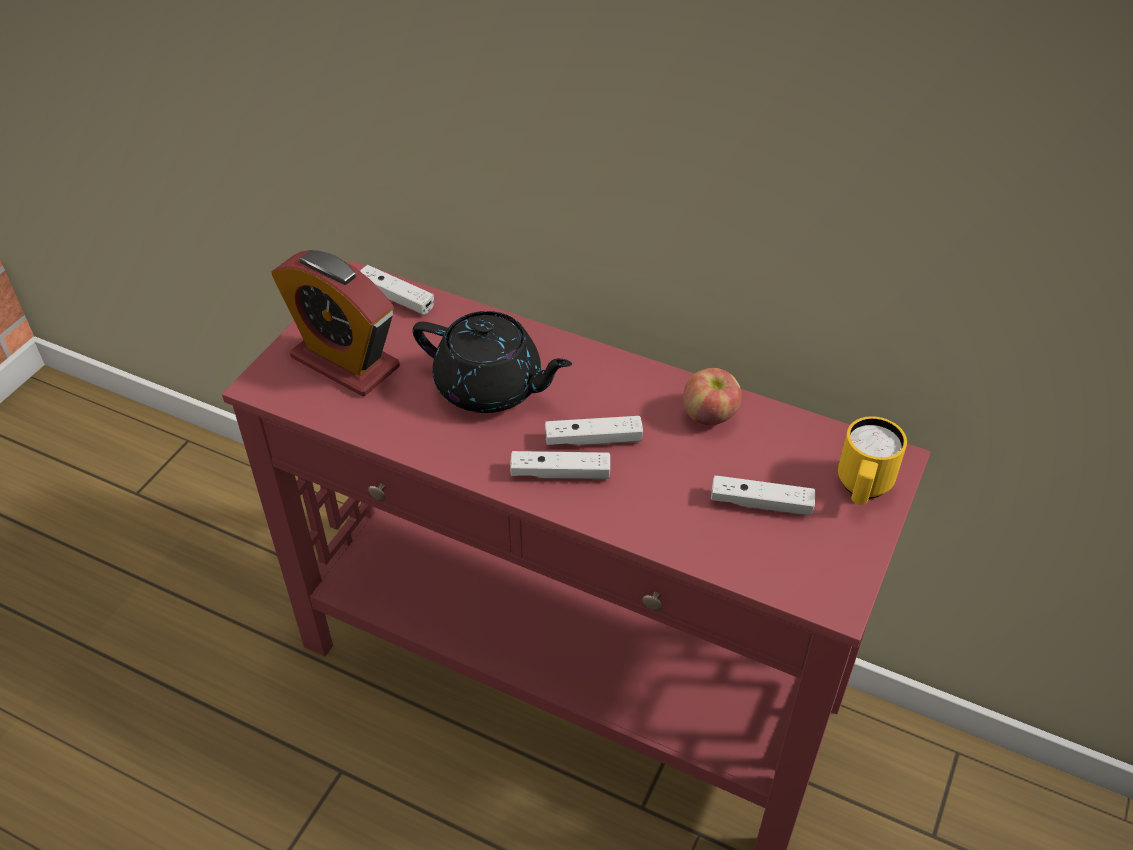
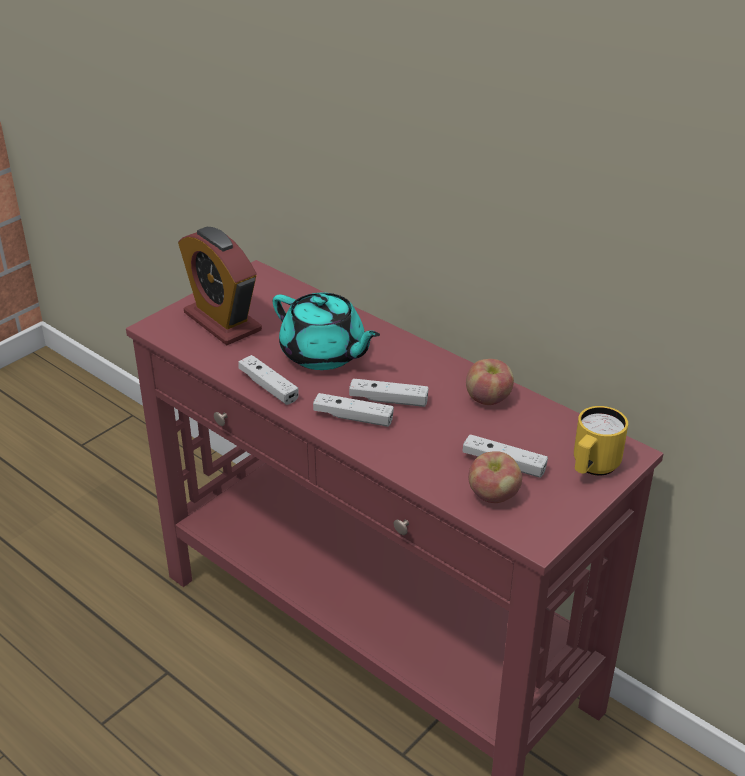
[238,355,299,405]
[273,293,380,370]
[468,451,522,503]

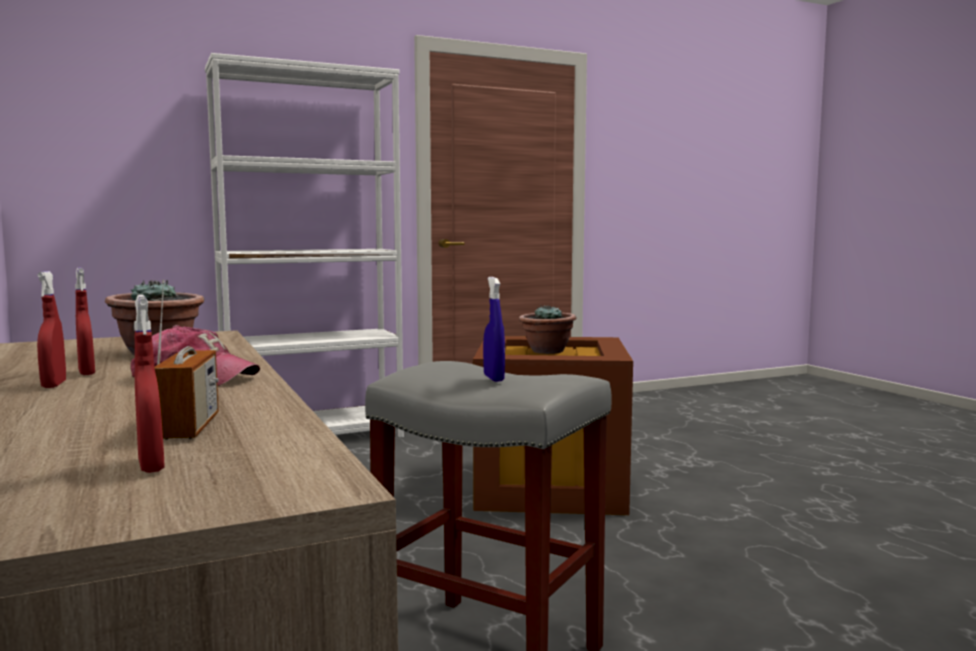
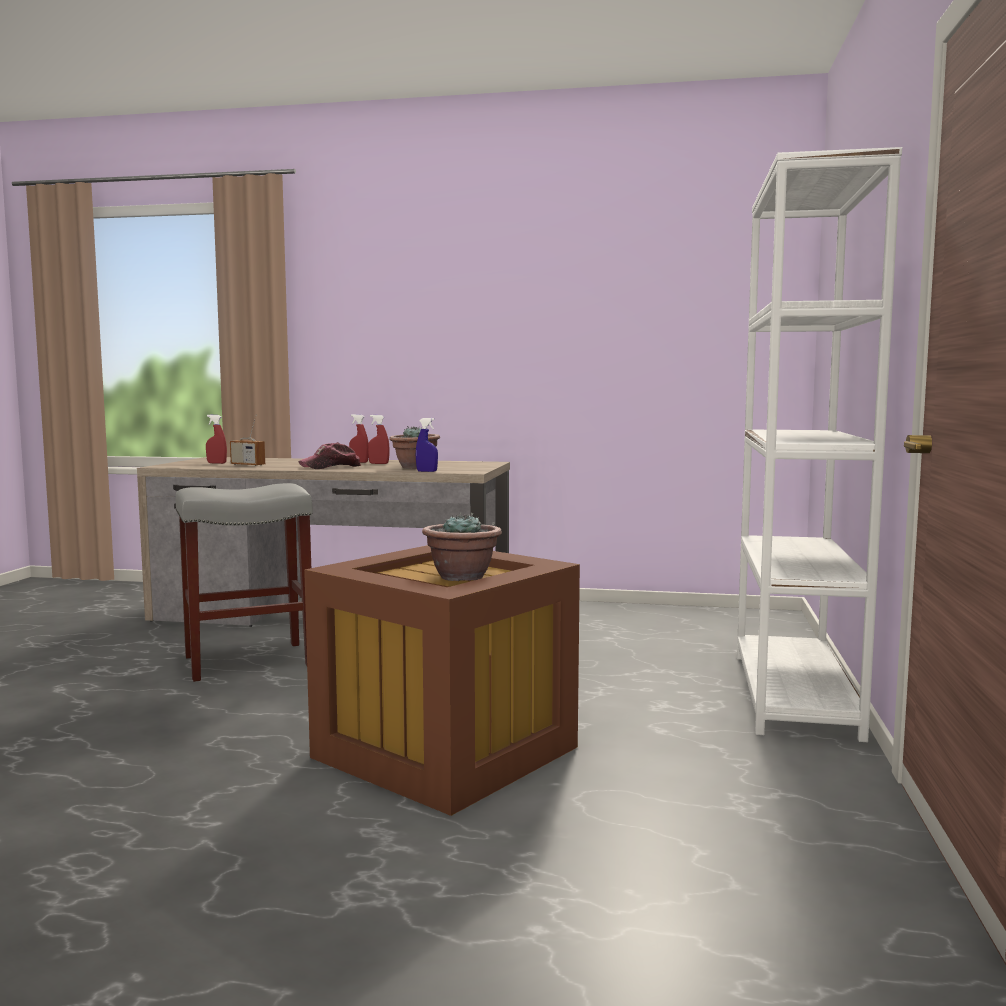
[416,418,438,472]

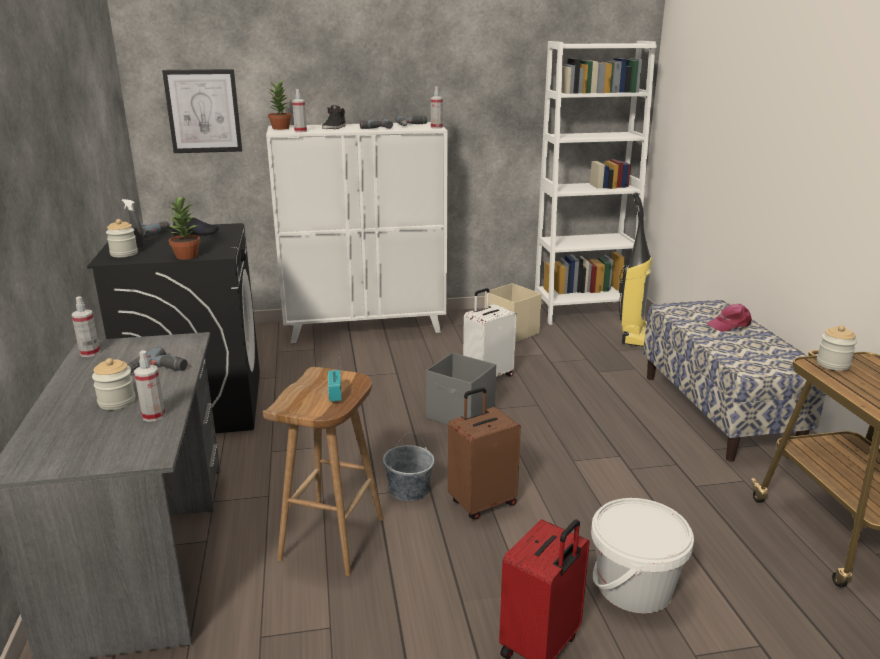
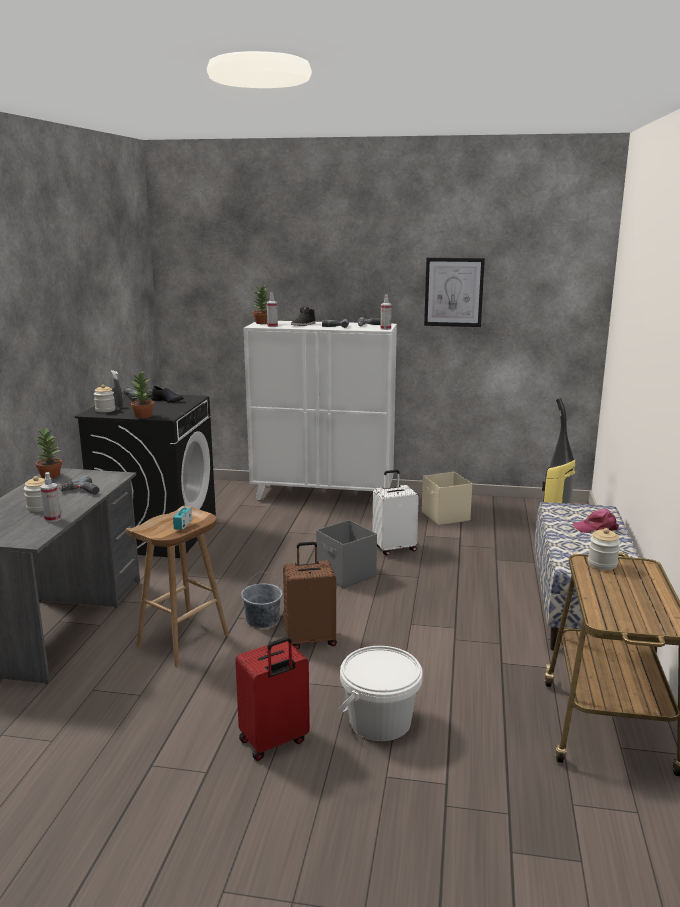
[535,41,657,325] (first image)
[424,258,485,327]
[35,427,62,479]

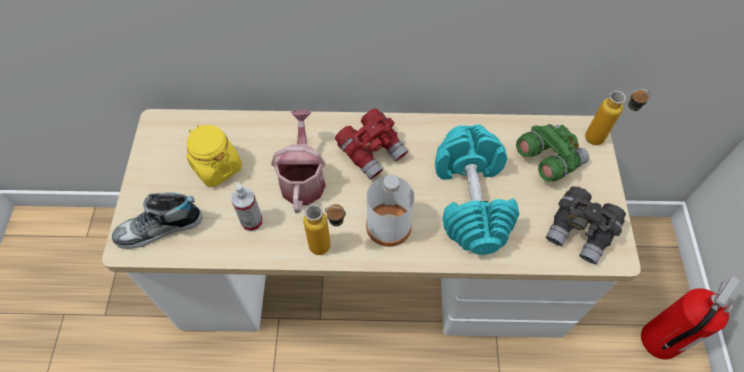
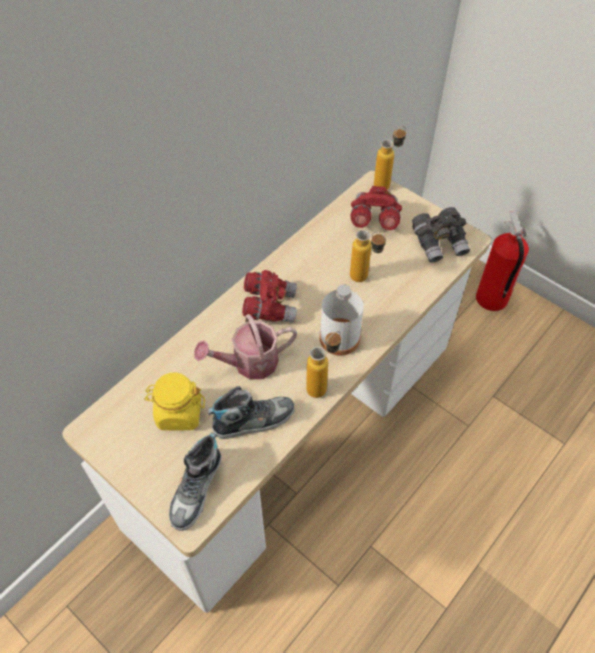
[194,314,297,379]
[350,230,386,282]
[350,186,402,230]
[208,386,295,439]

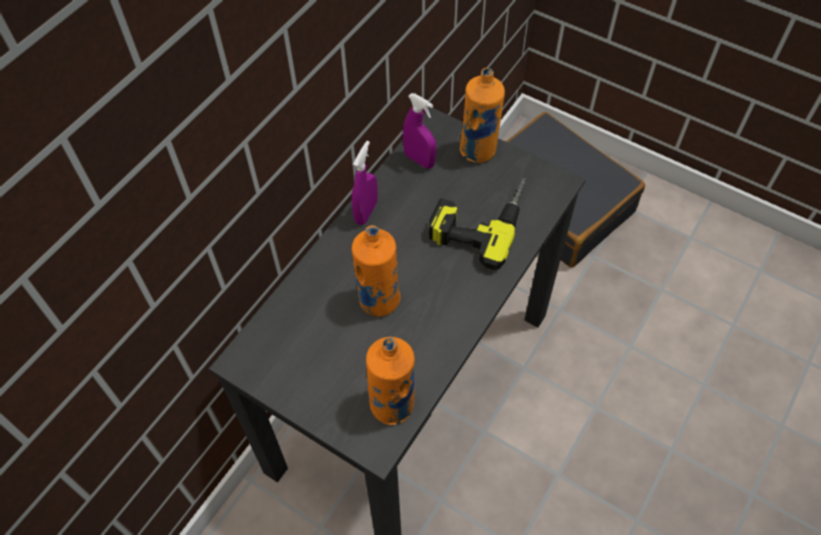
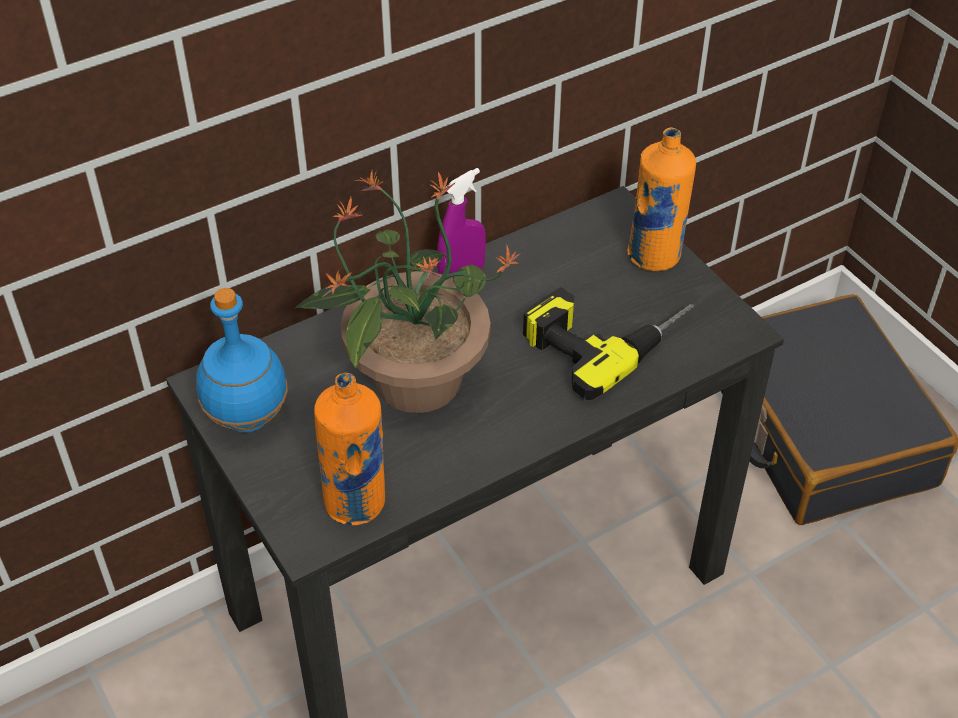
[403,93,437,168] (first image)
[295,171,520,413]
[196,288,288,433]

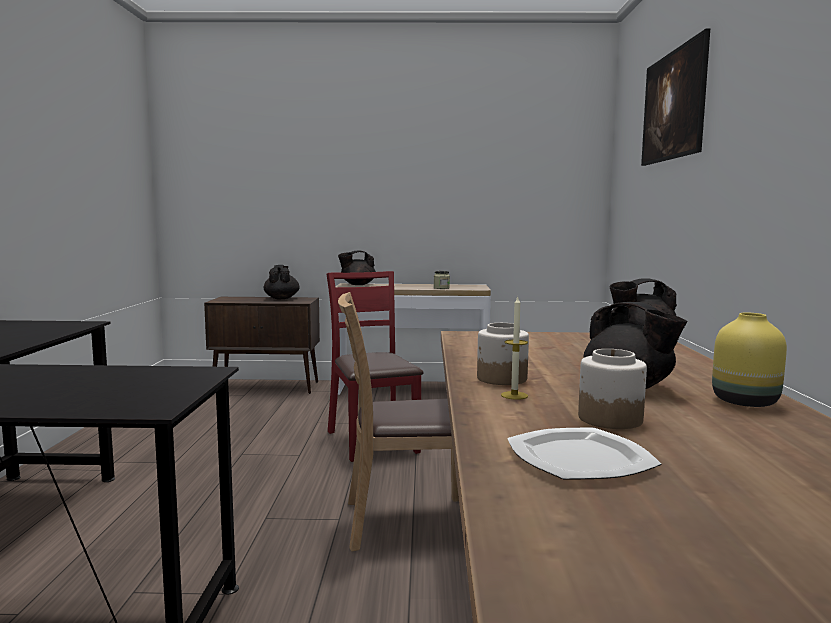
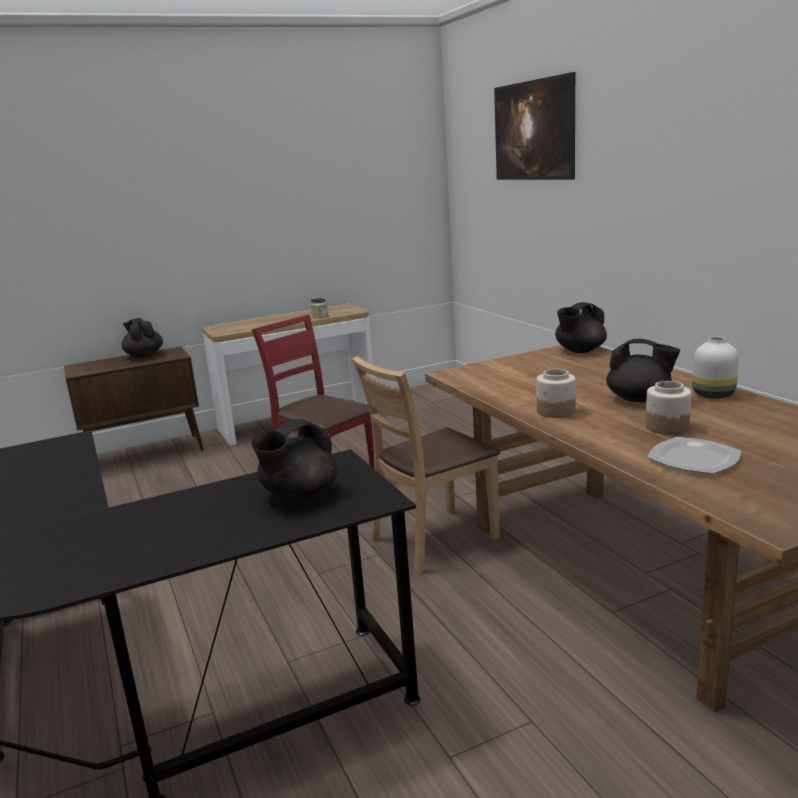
[251,419,338,501]
[501,296,528,400] (first image)
[692,337,739,399]

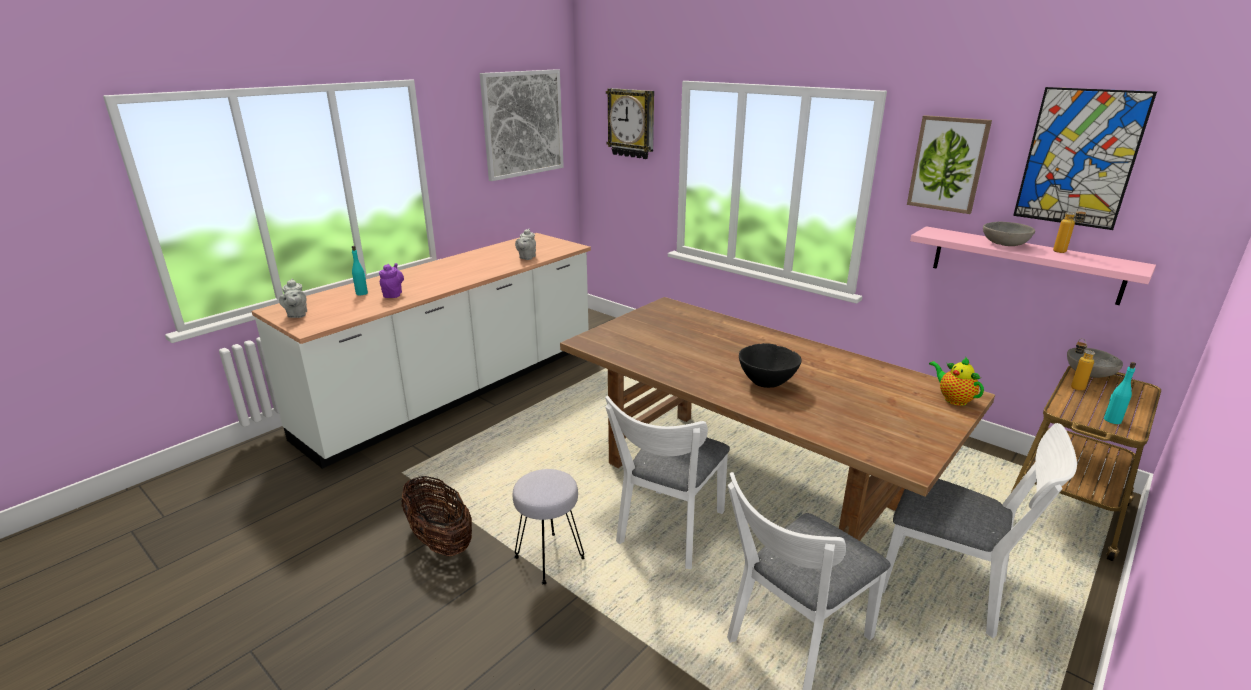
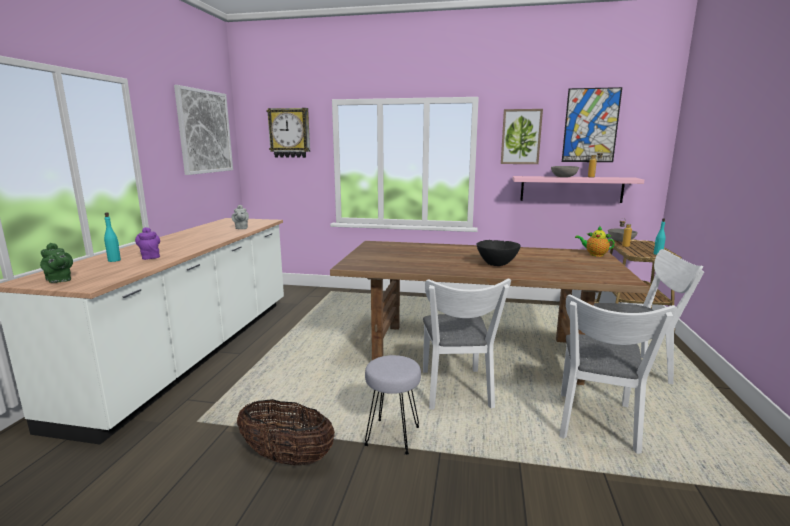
[40,243,73,283]

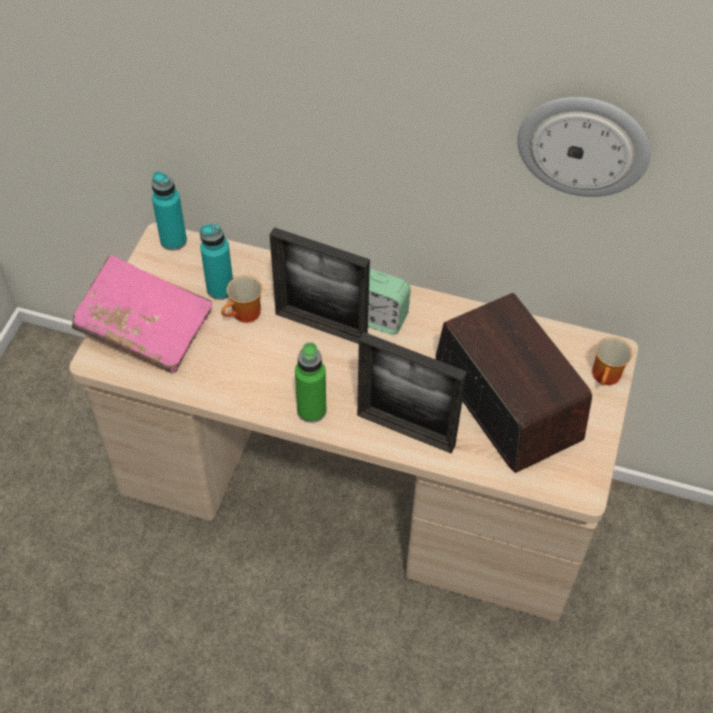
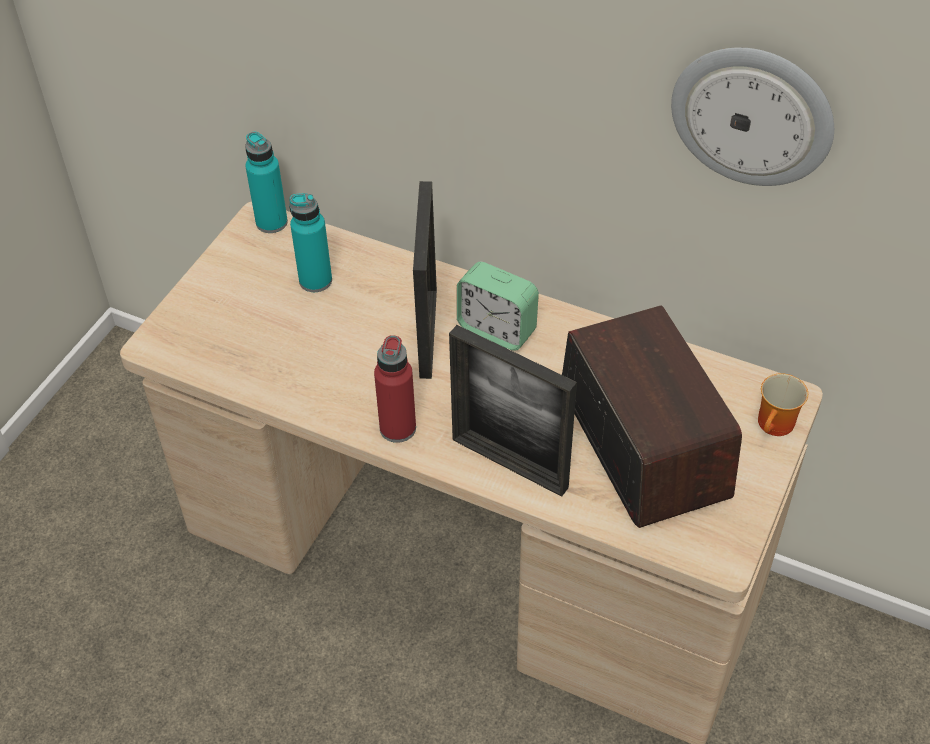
[413,181,437,379]
[72,255,212,373] (first image)
[221,275,262,323] (first image)
[374,335,416,443]

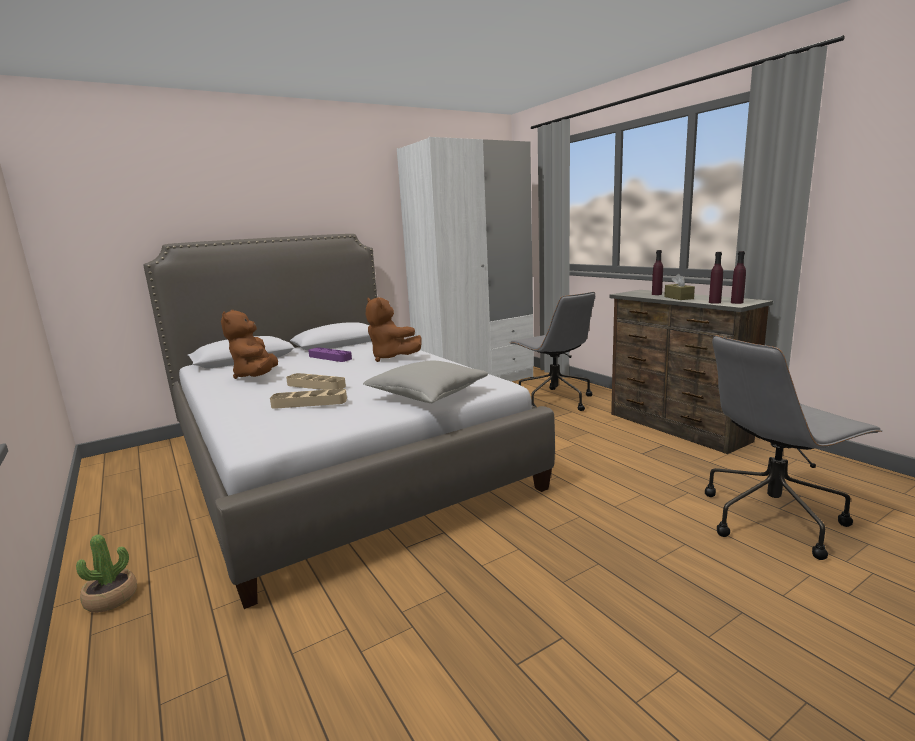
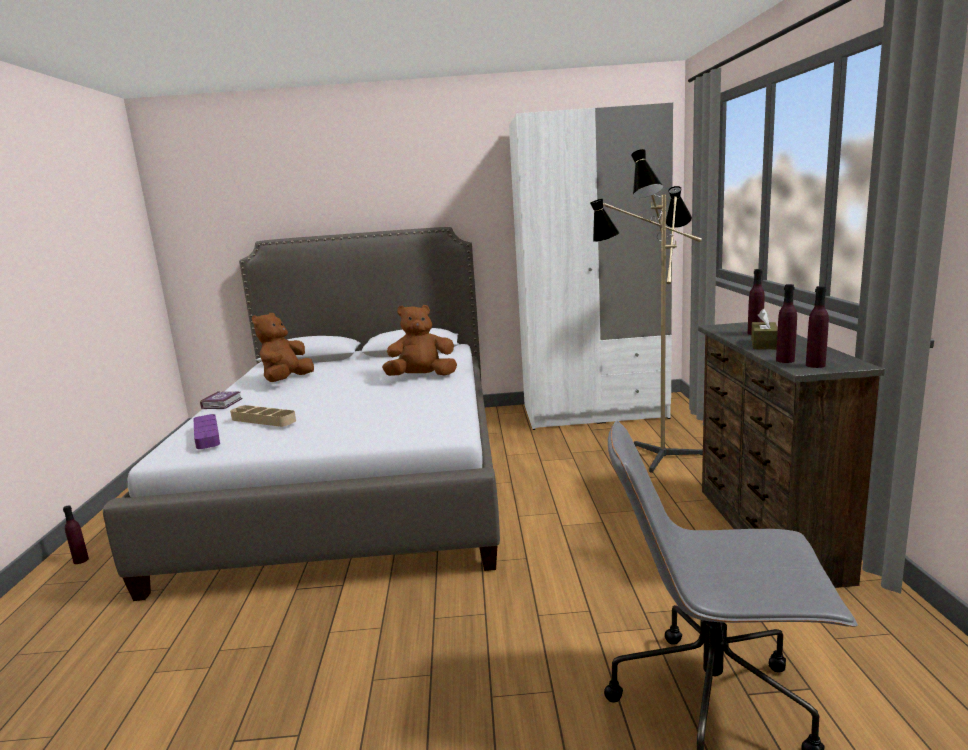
[590,149,703,473]
[382,305,457,376]
[194,414,220,449]
[363,361,488,403] (first image)
[286,373,346,390] (first image)
[63,505,89,564]
[200,391,243,409]

